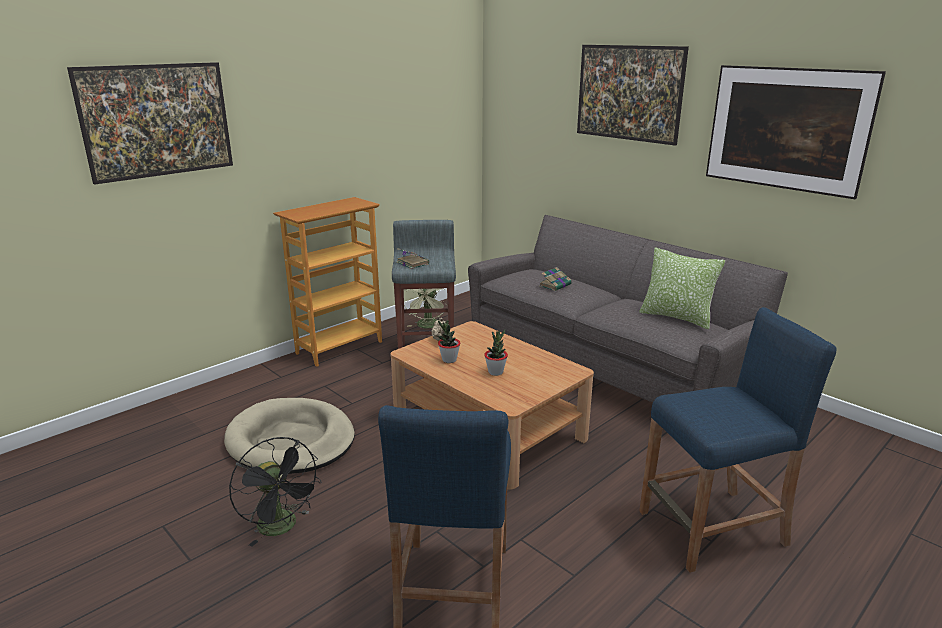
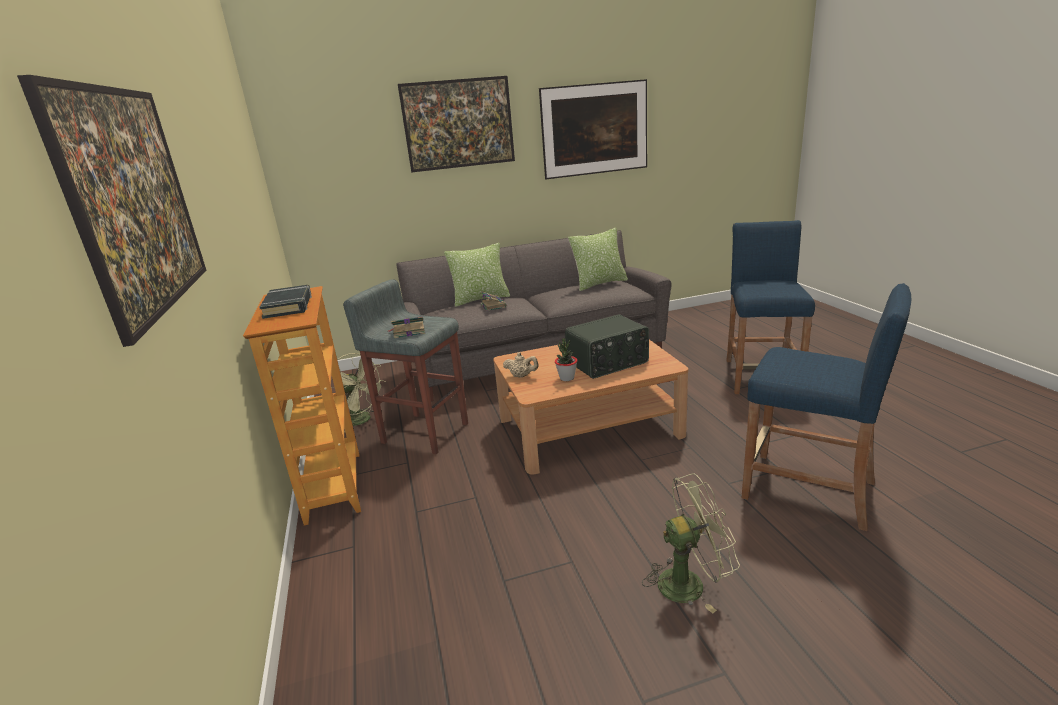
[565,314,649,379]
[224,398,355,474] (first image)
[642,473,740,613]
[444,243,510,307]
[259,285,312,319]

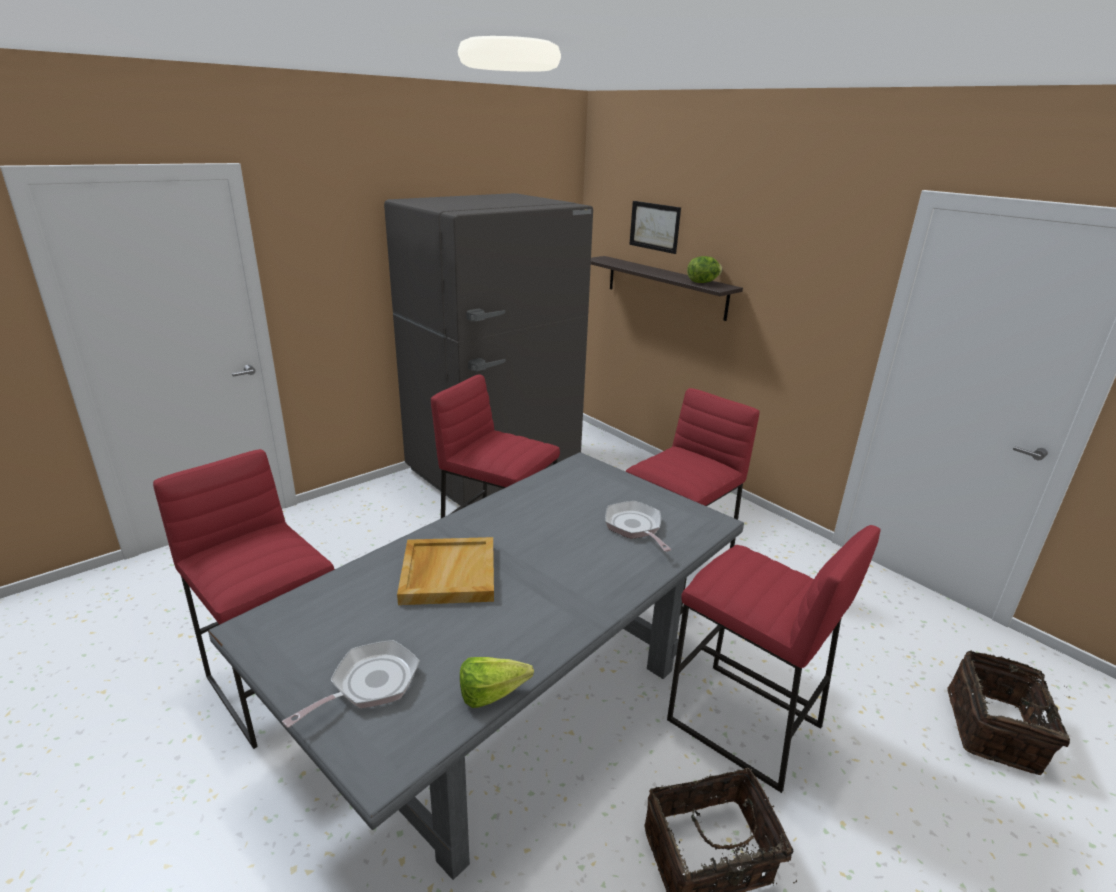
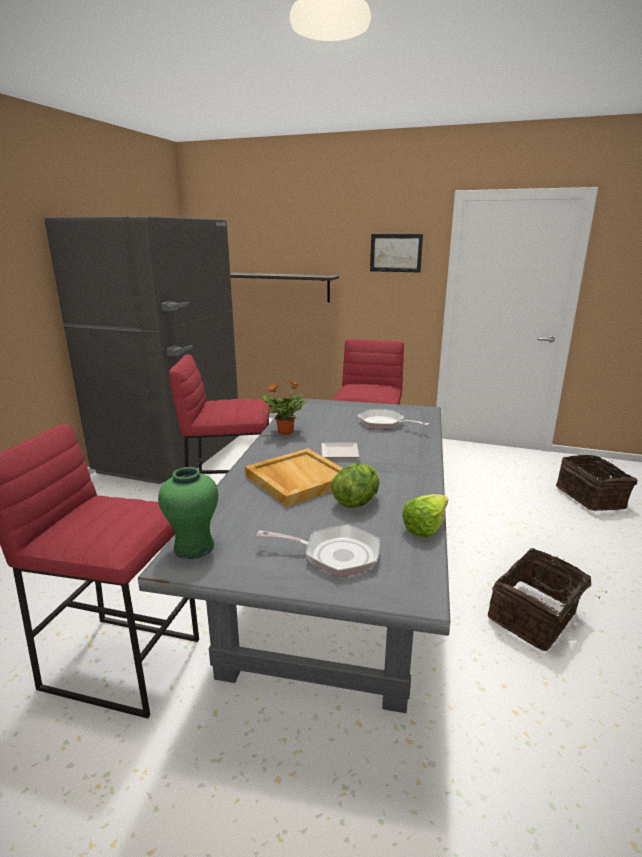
[370,234,423,273]
[331,463,380,508]
[667,525,881,793] (first image)
[256,525,380,577]
[262,380,309,435]
[321,443,359,458]
[158,467,218,559]

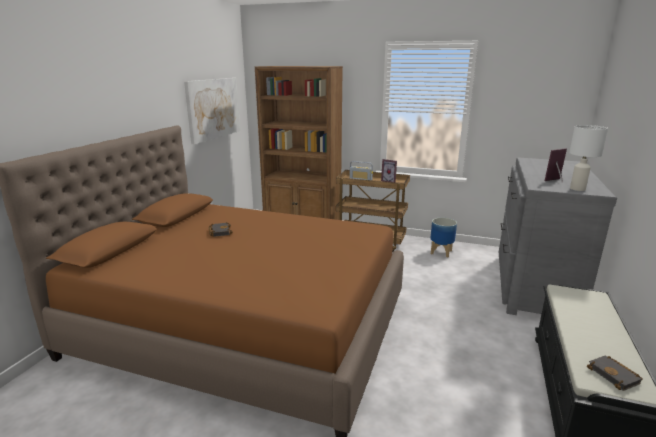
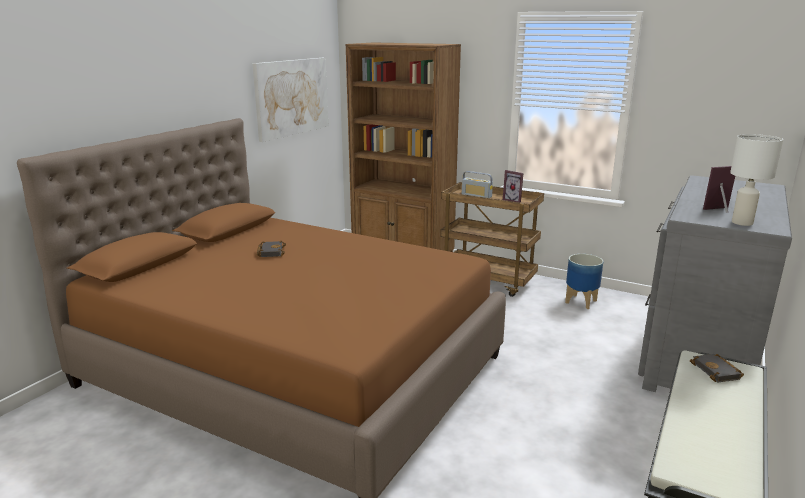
[690,354,744,382]

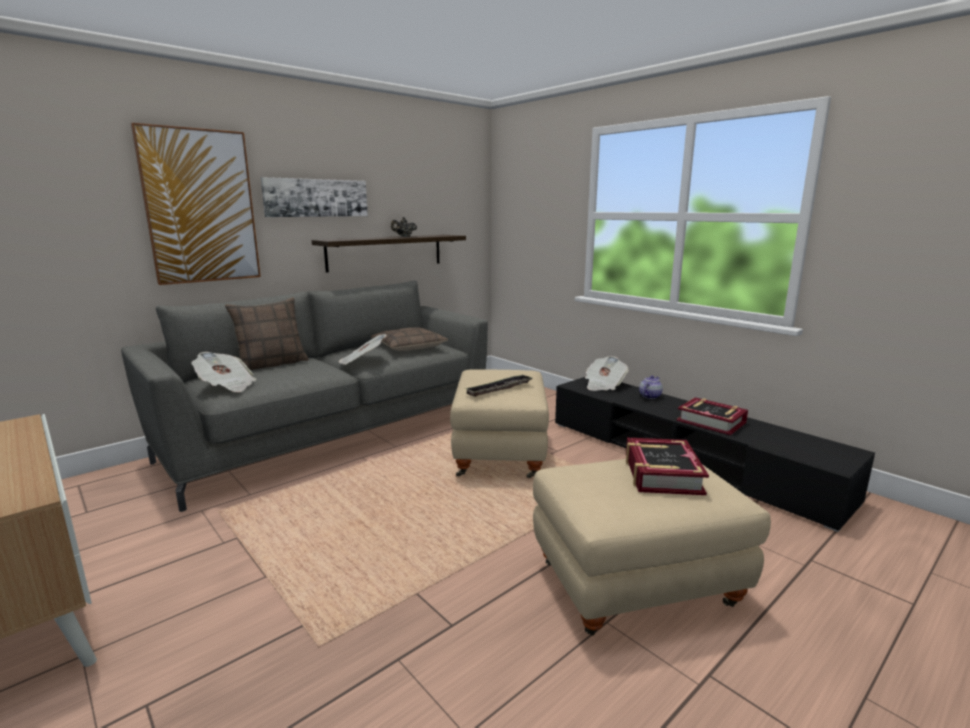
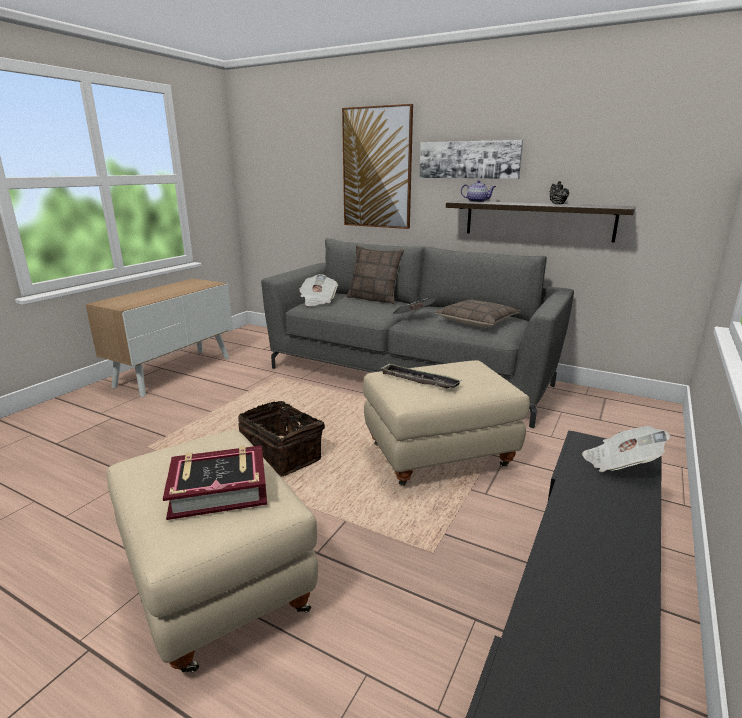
[461,180,496,202]
[676,397,748,435] (first image)
[238,401,325,477]

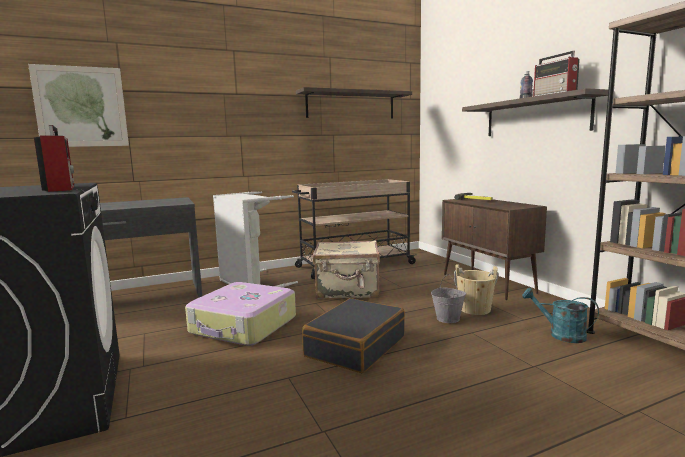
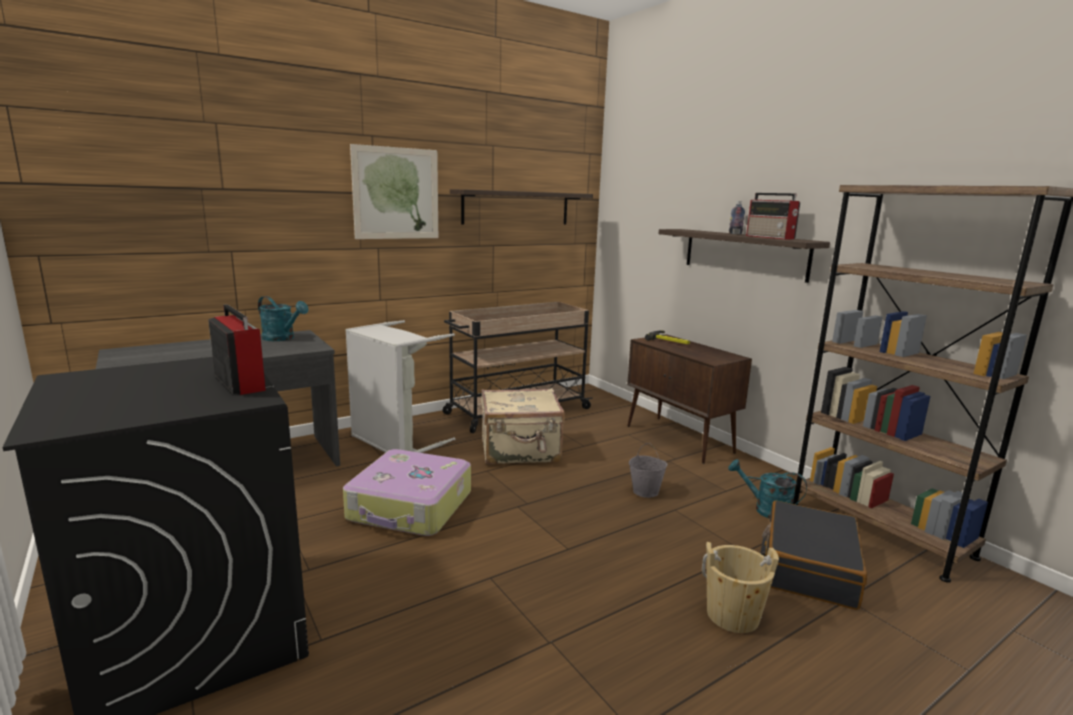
[350,144,438,239]
[702,542,779,633]
[760,501,867,610]
[258,296,308,341]

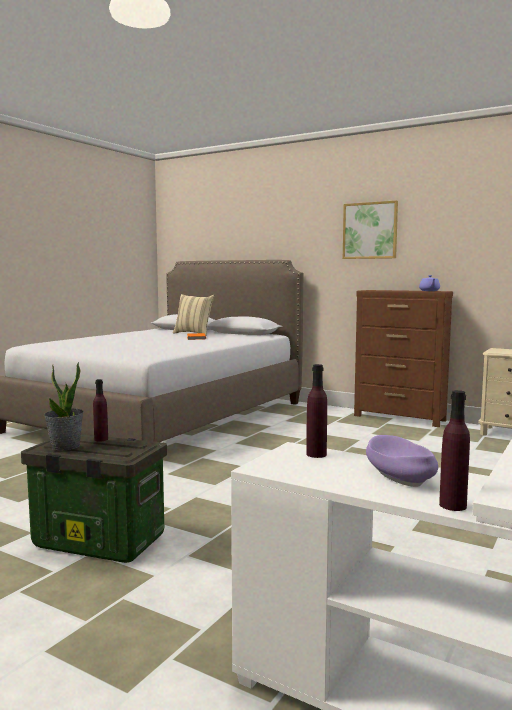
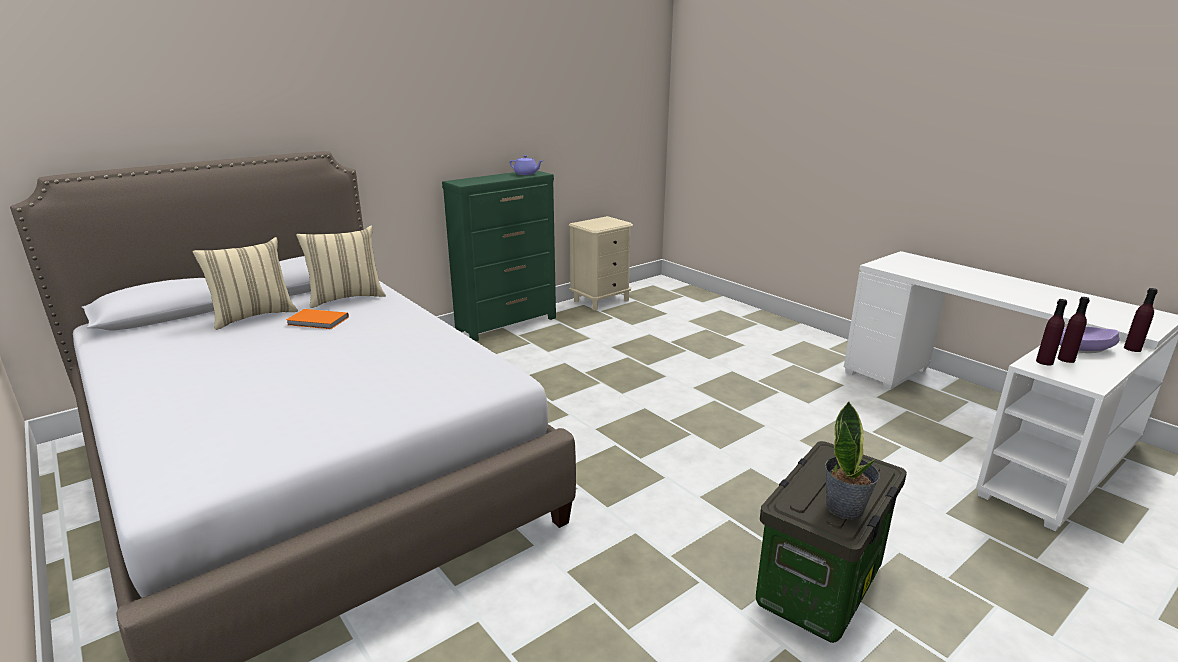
[343,200,398,259] (first image)
[442,171,556,341]
[1058,297,1090,363]
[296,225,386,308]

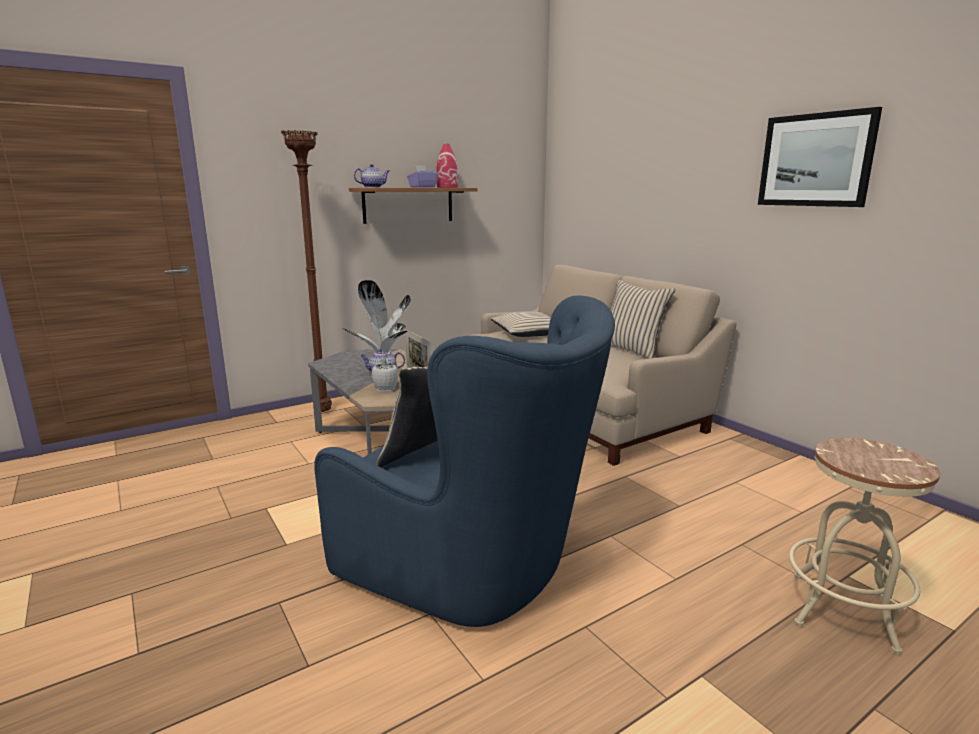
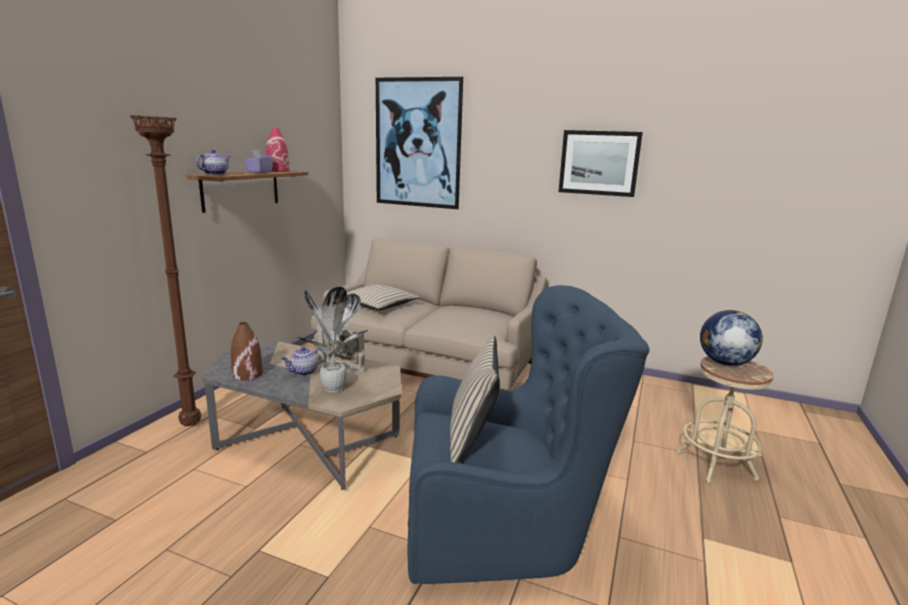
[611,280,675,359] (first image)
[376,77,463,209]
[700,310,763,366]
[231,322,263,380]

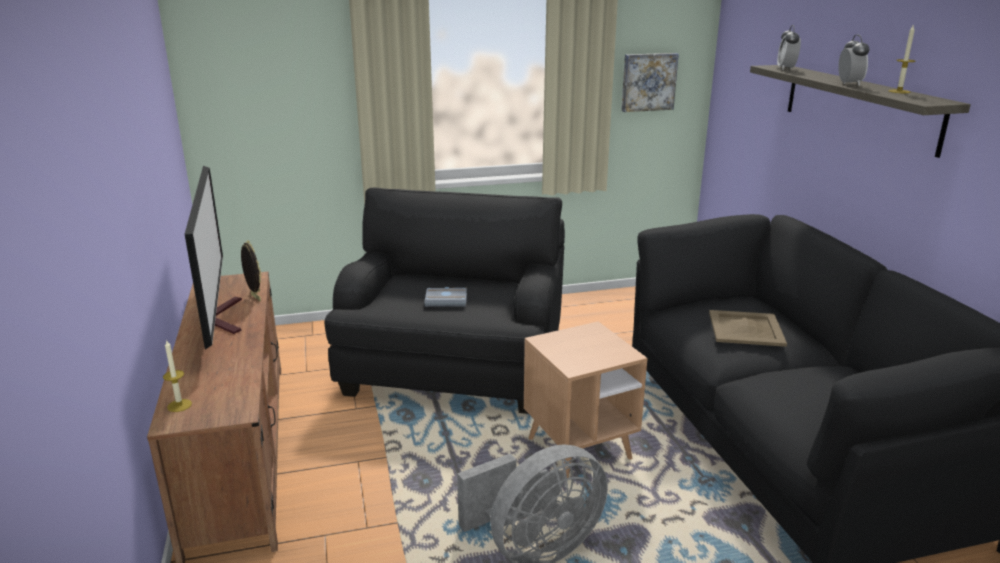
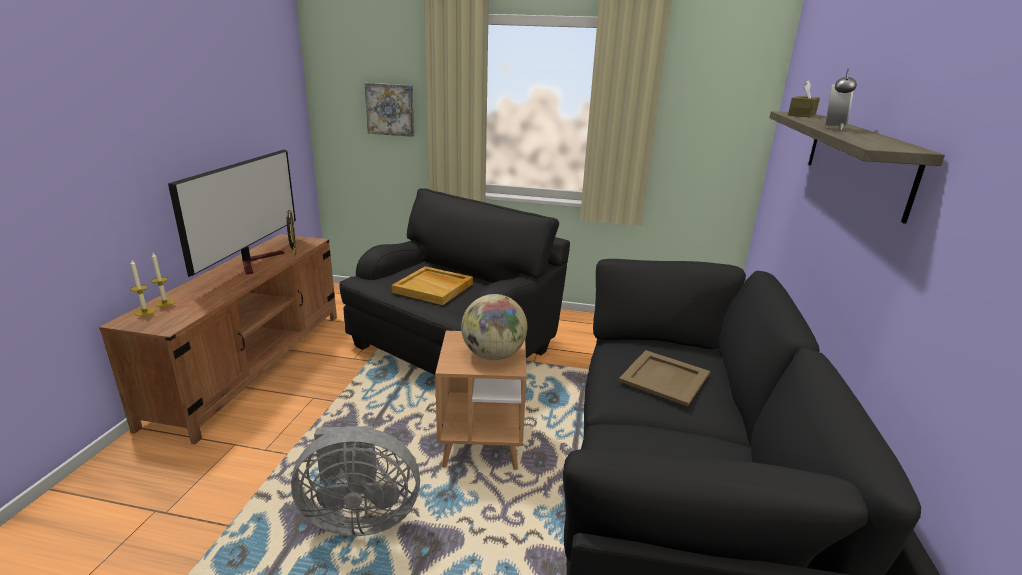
[151,253,175,307]
[788,80,820,117]
[364,83,415,137]
[392,266,473,305]
[461,294,527,360]

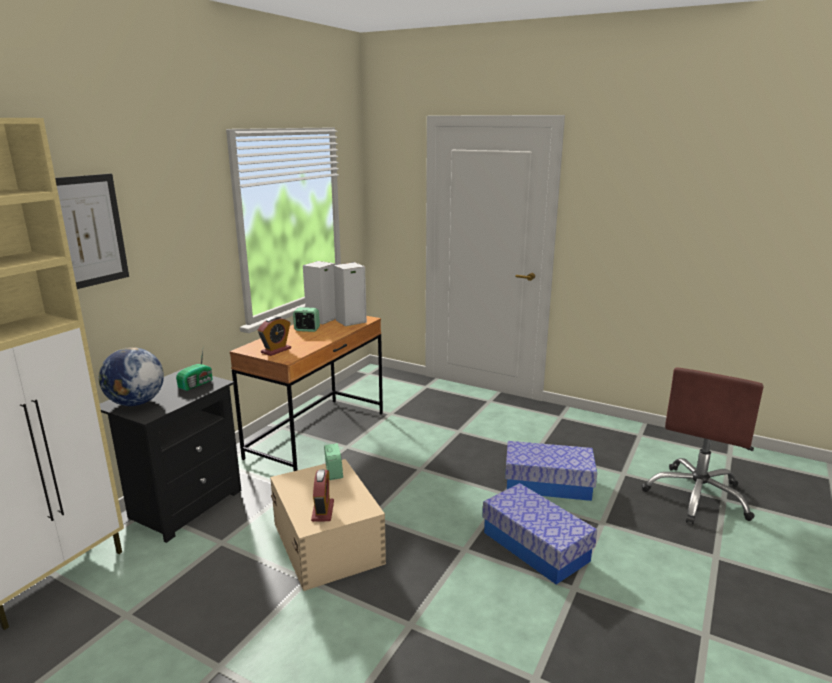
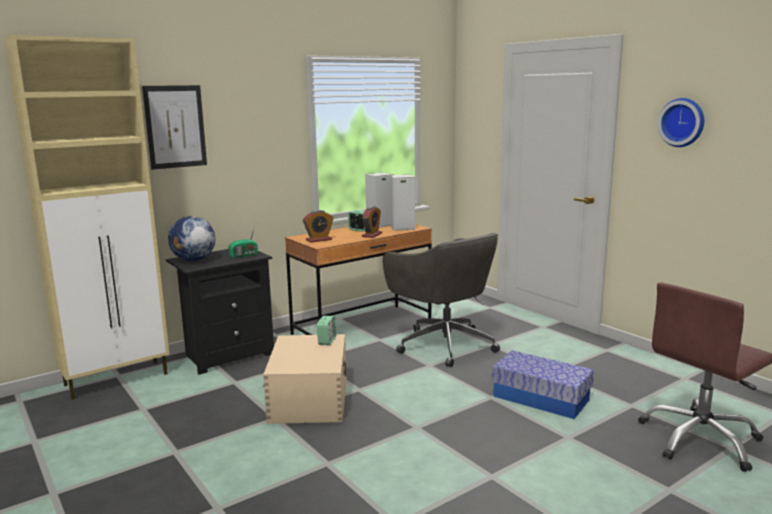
[362,206,382,238]
[482,483,597,585] (first image)
[658,98,704,147]
[383,233,500,367]

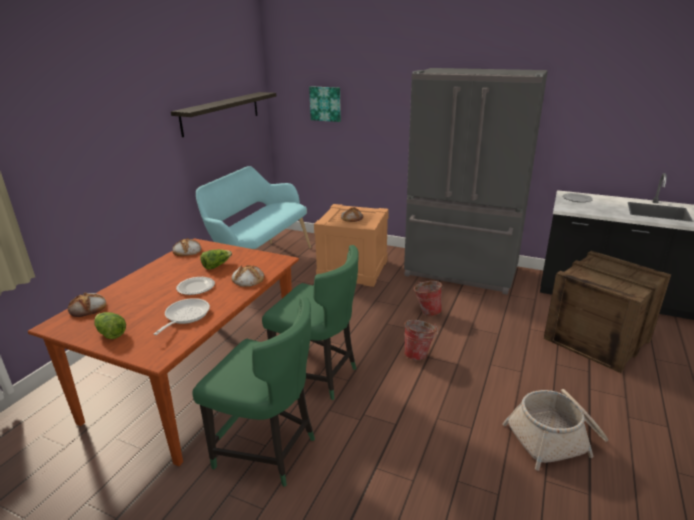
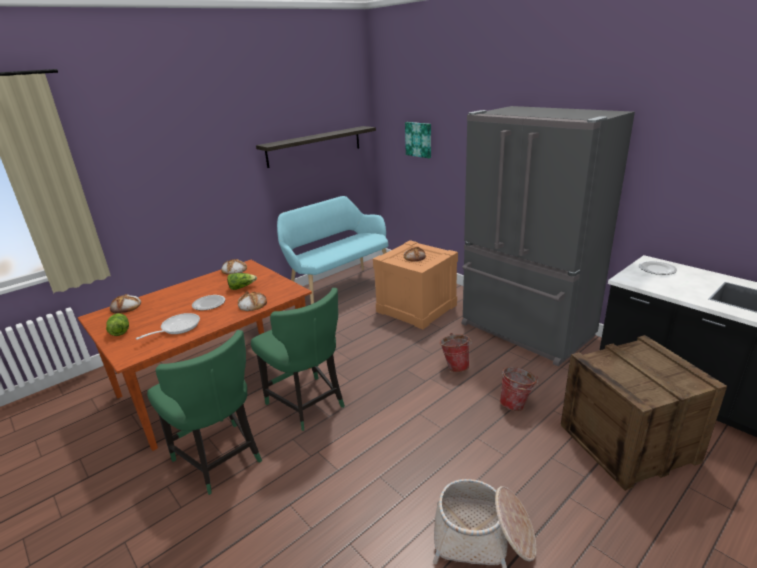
[500,367,538,411]

